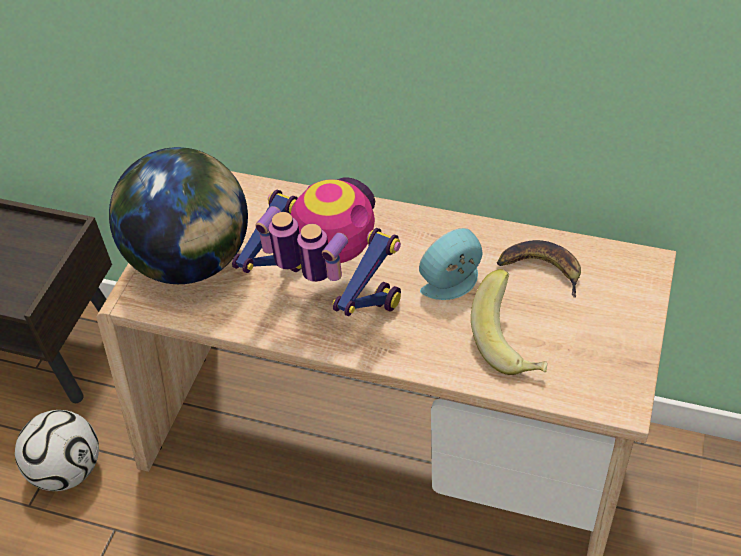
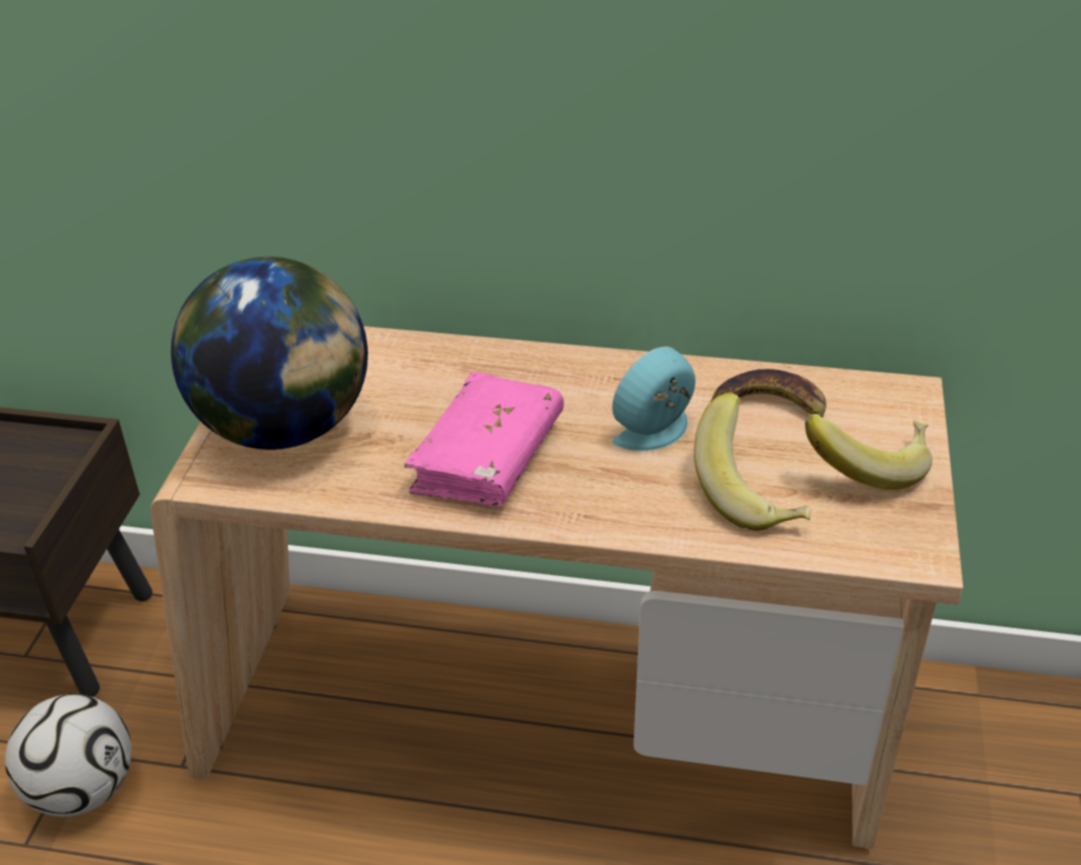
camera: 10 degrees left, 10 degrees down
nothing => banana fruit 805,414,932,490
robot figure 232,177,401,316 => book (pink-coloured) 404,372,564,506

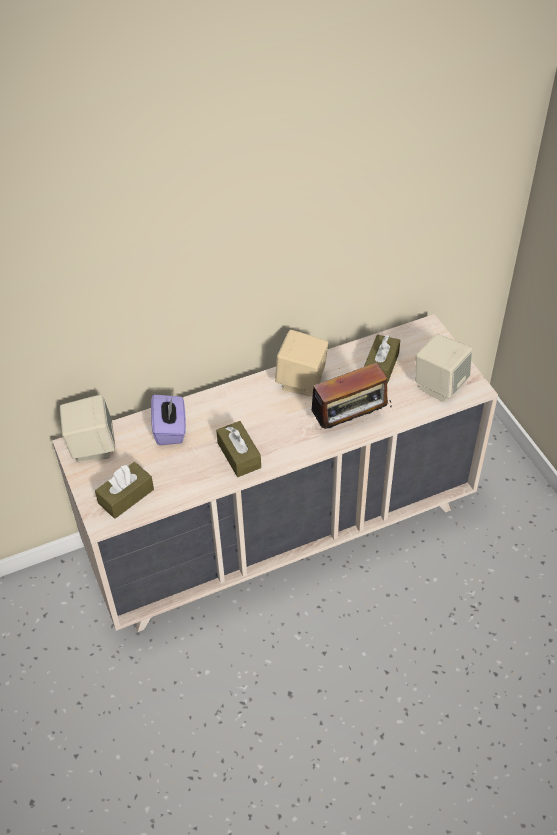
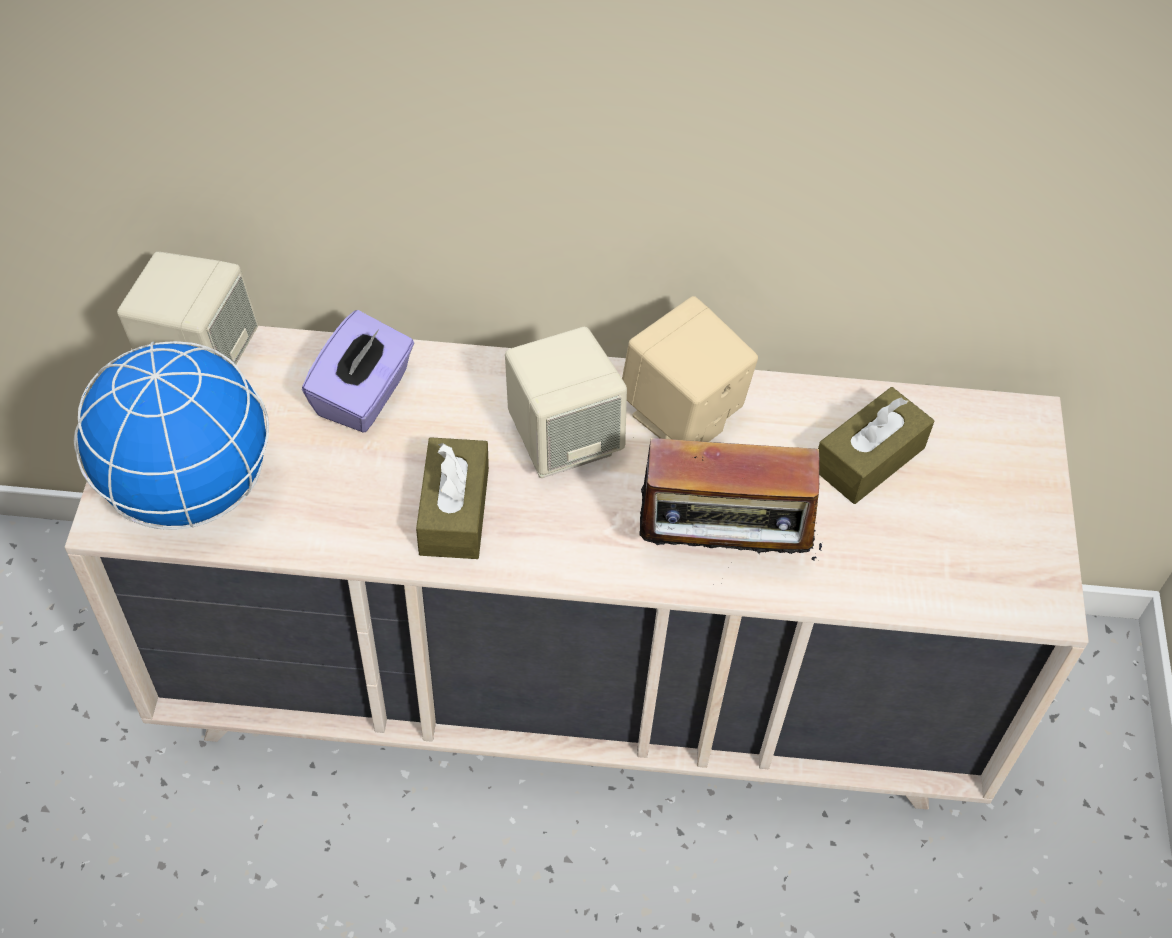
camera: 25 degrees right, 5 degrees up
audio speaker (beige) 415,334,472,402 => audio speaker (beige) 505,327,627,478, move
box of tissues (brown) 95,462,154,519 => desk globe 74,341,269,530

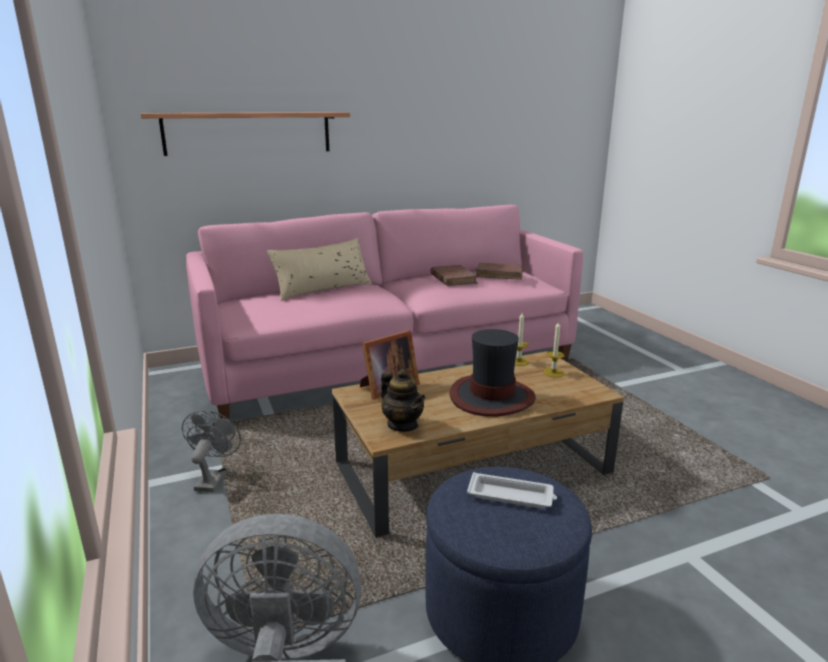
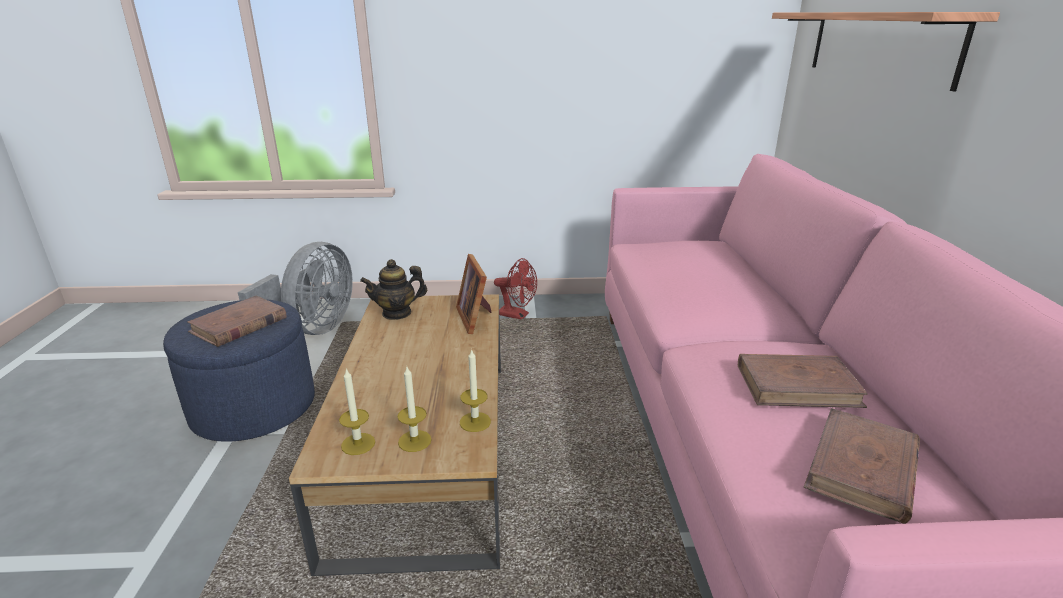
camera: 110 degrees right, 5 degrees up
pillow (beige) 267,238,372,301 => nothing
wearable hat 449,329,536,416 => nothing
nothing => wax candle 339,368,375,455
serving tray (white) 467,472,557,508 => book (brown) 187,296,286,347
cooling fan (greyish) 182,410,241,492 => cooling fan (reddish) 494,258,537,320

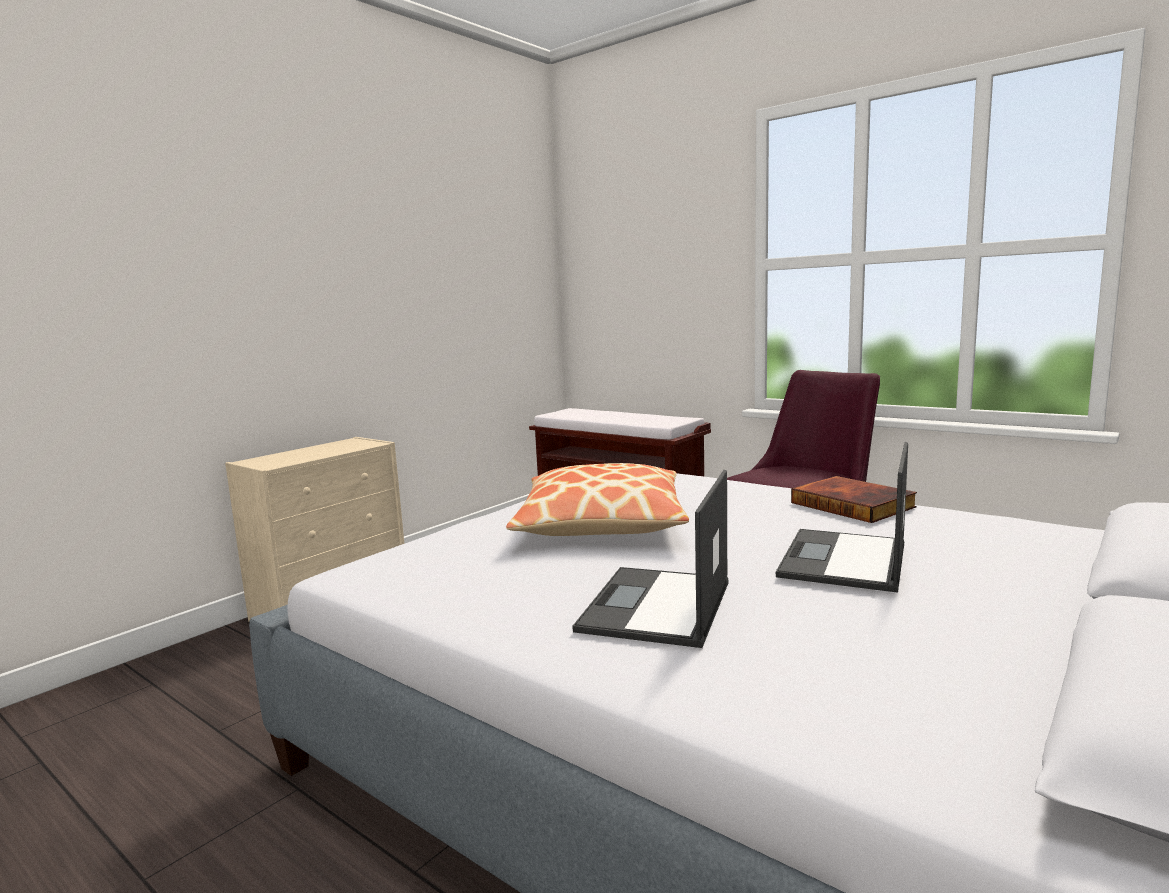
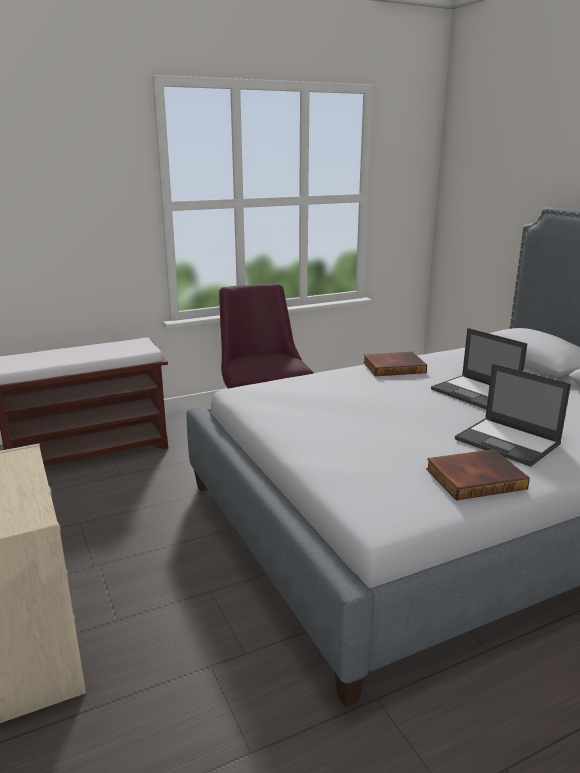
camera: 65 degrees left, 10 degrees up
pillow 506,463,689,536 => nothing
nothing => book 426,449,530,500

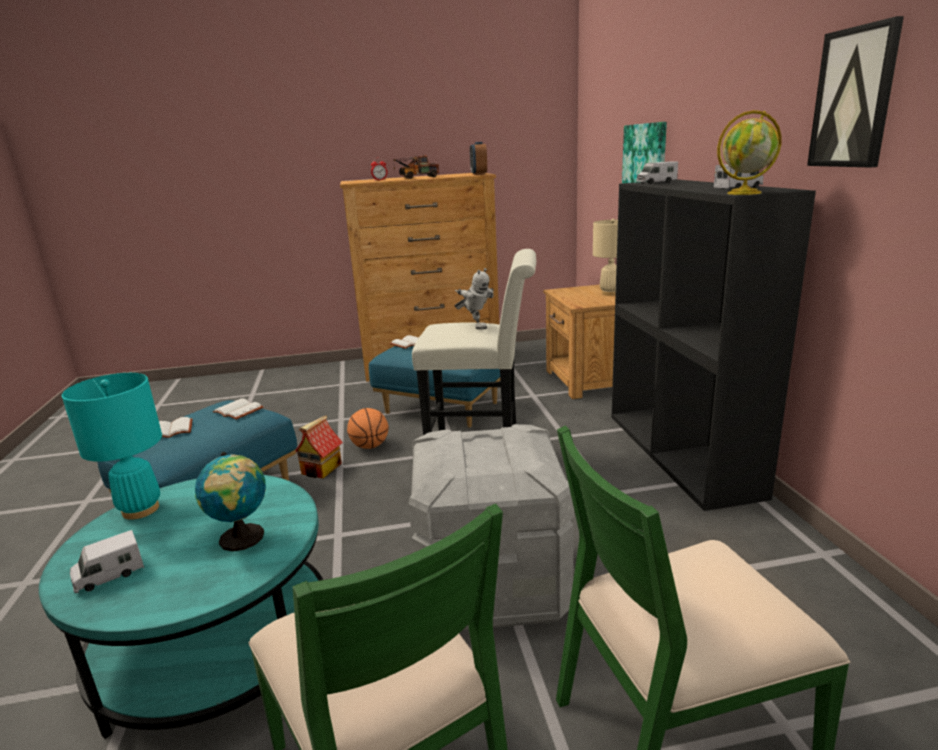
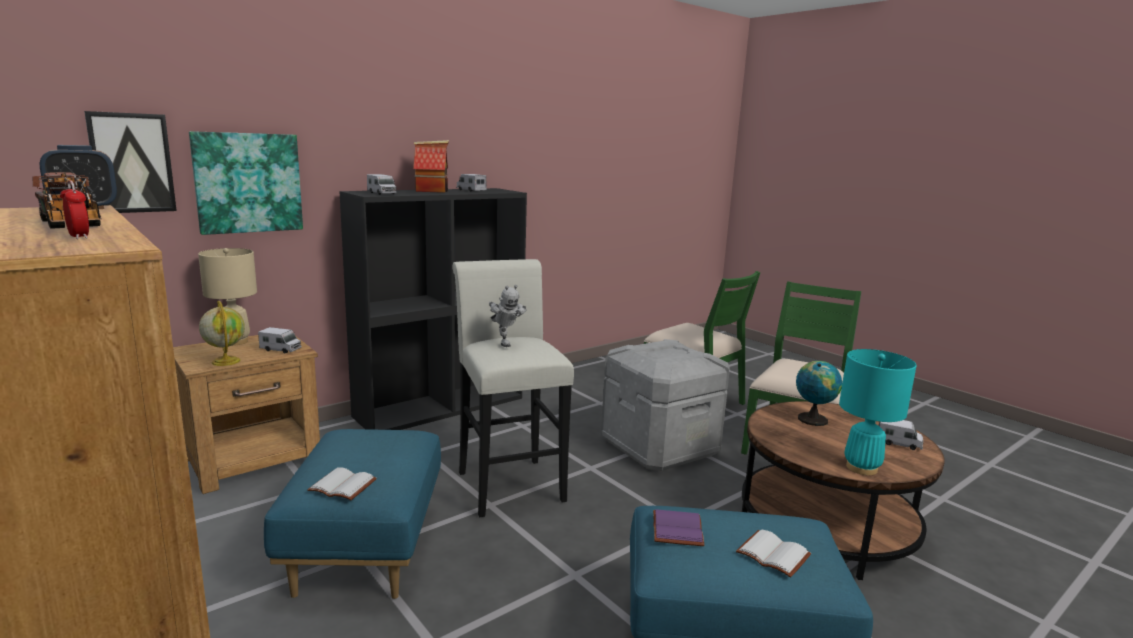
camera: 120 degrees left, 5 degrees down
basketball 347,408,389,449 => nothing
nothing => model truck 258,327,301,353
miniature house 296,415,343,479 => miniature house 413,140,449,193, move
desk globe 717,110,782,195 => desk globe 199,301,245,366, move
wall art 807,16,904,168 => wall art 84,111,177,213, move
low table (turquoise-coloured) 39,475,323,739 => low table (brown) 742,401,945,580
book (white) 213,398,264,420 => book (purple-coloured) 653,509,704,546
robot figure 454,268,494,330 => robot figure 489,285,526,347, 135 degrees clockwise

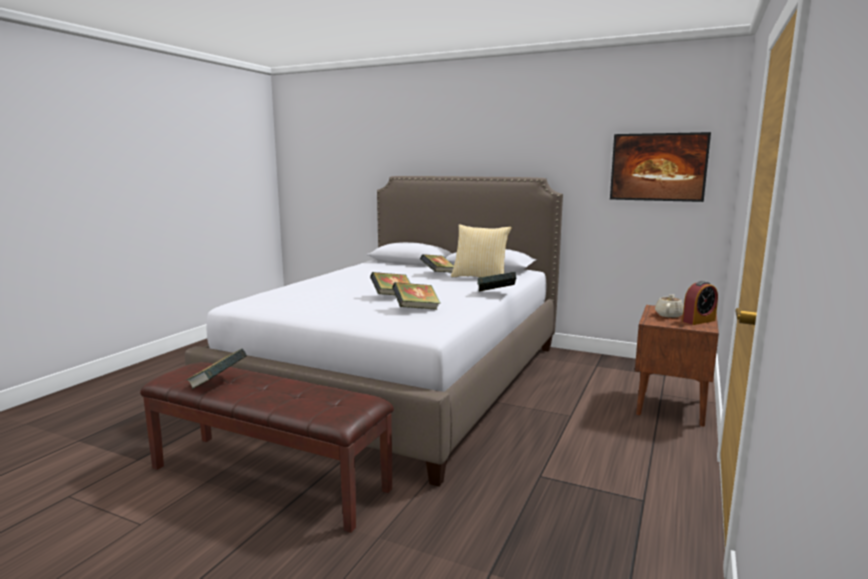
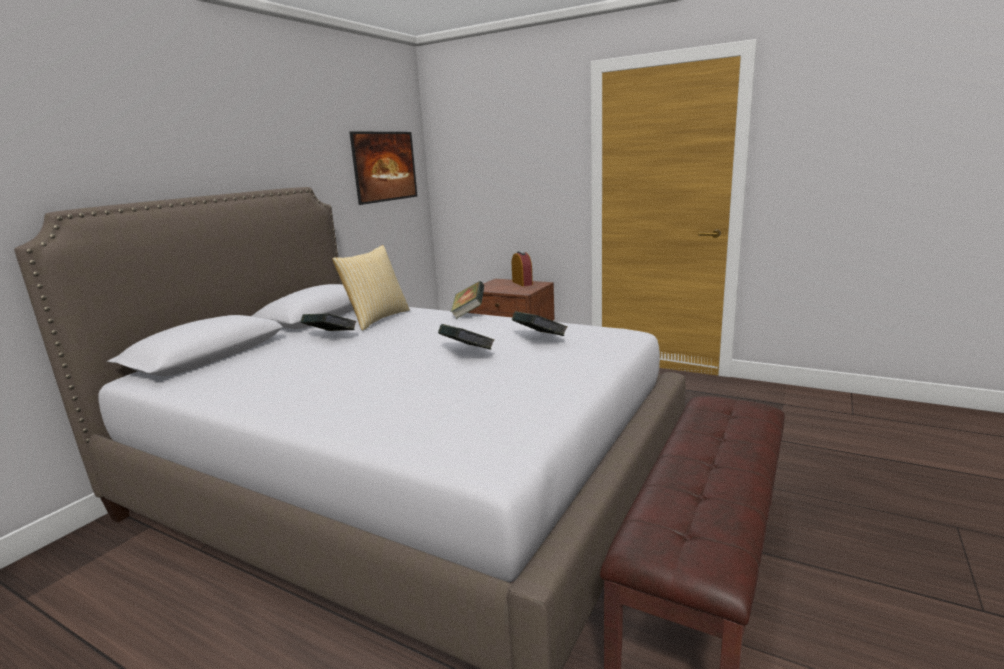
camera: 85 degrees left, 5 degrees up
book 187,349,247,389 => nothing
pot for tea (beige) 655,294,684,318 => nothing

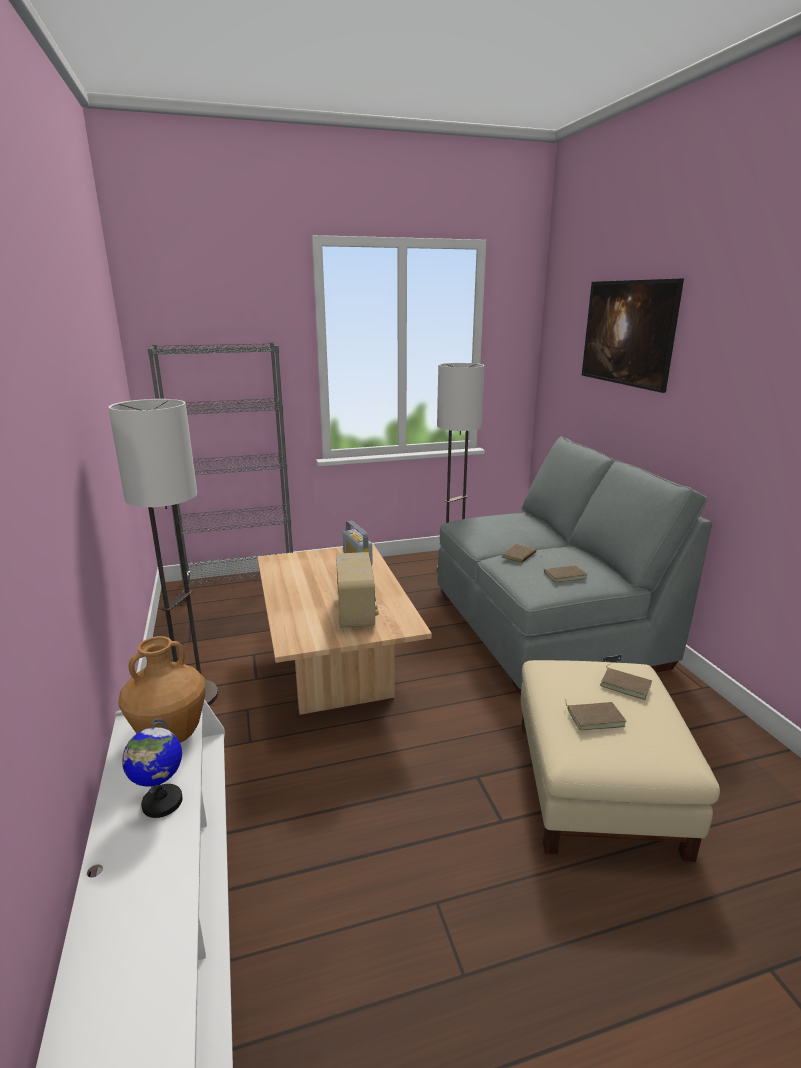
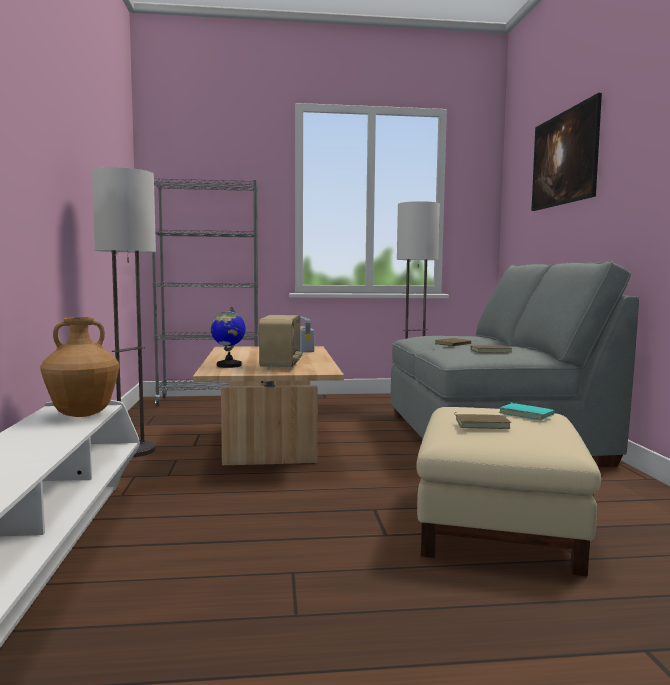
camera: 10 degrees right, 15 degrees down
desk globe 122,719,183,818 => desk globe 210,307,246,368, move
book (brown) 600,664,652,700 => book (turquoise-coloured) 499,403,555,420

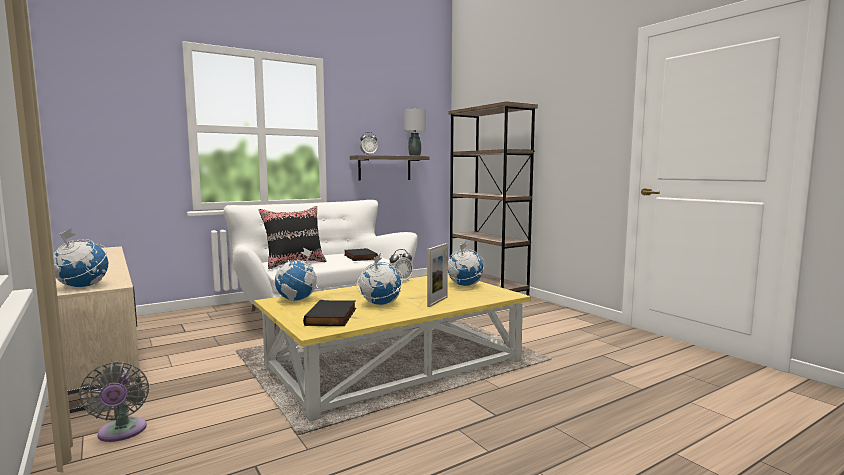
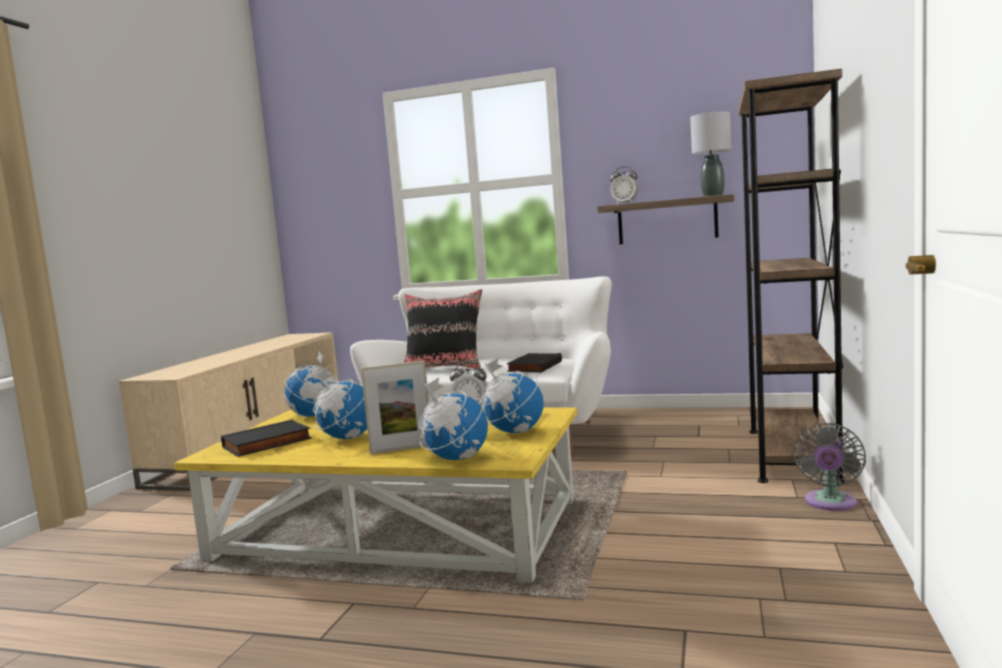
camera: 50 degrees right, 0 degrees up
desk globe 53,228,108,287 => desk globe 419,378,488,460, move
cooling fan (greyish) 79,361,149,442 => cooling fan (greyish) 793,423,866,511, move

